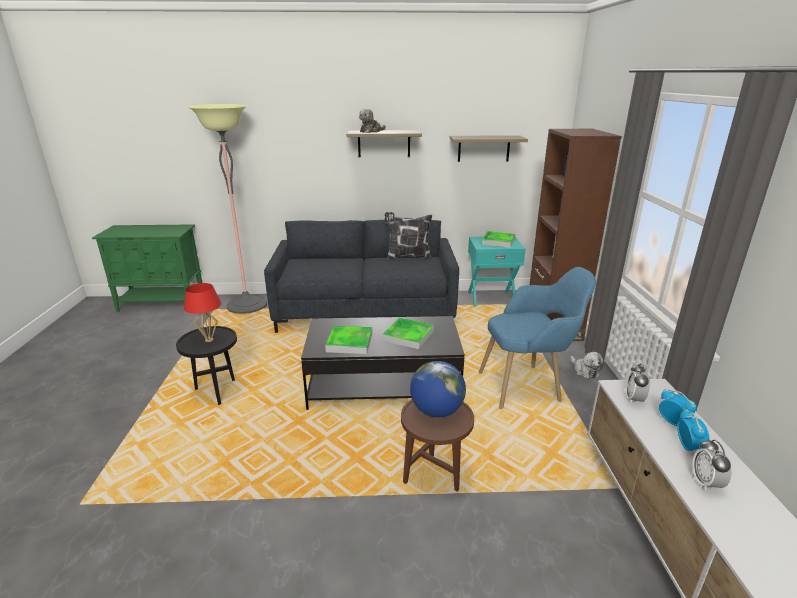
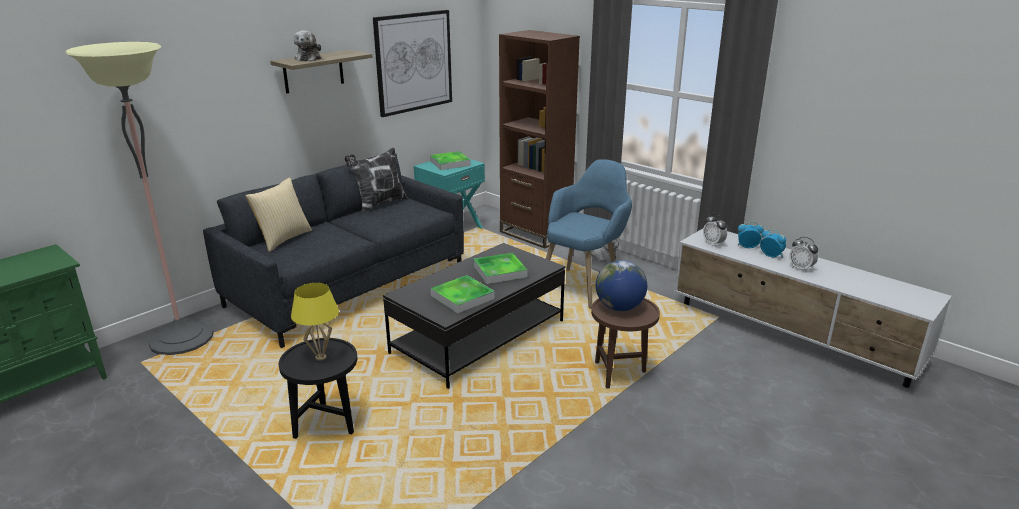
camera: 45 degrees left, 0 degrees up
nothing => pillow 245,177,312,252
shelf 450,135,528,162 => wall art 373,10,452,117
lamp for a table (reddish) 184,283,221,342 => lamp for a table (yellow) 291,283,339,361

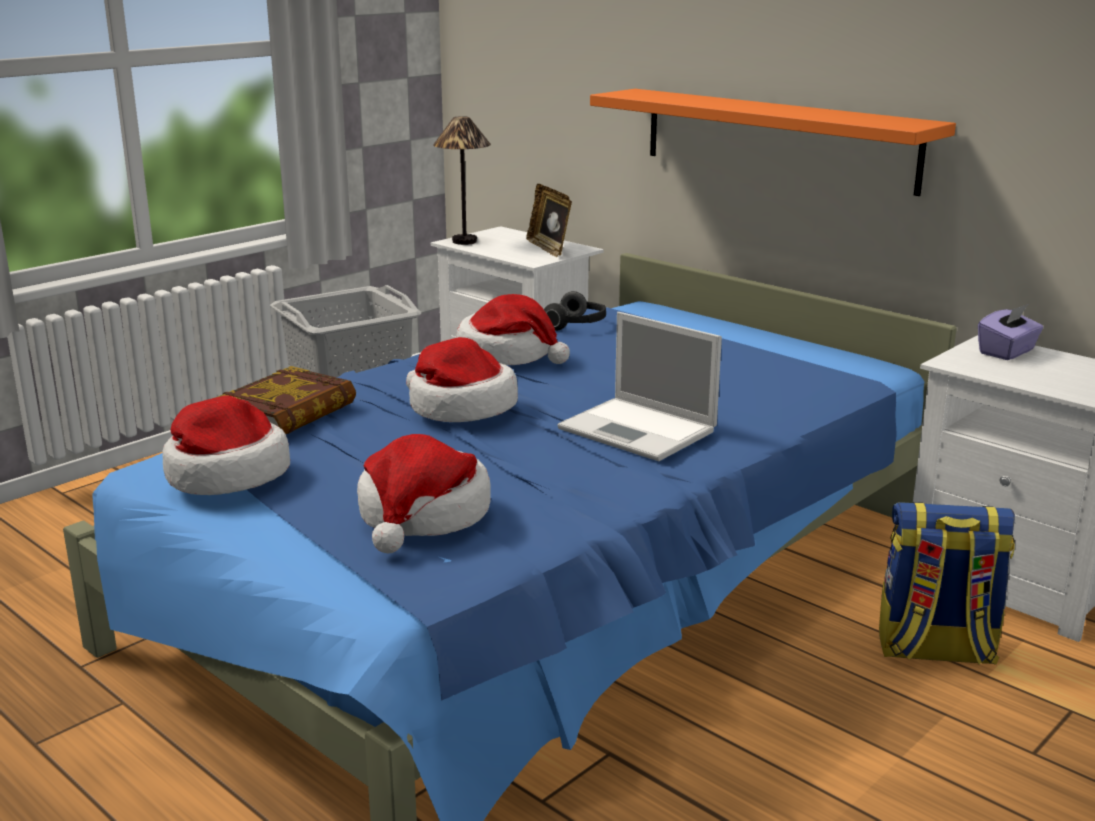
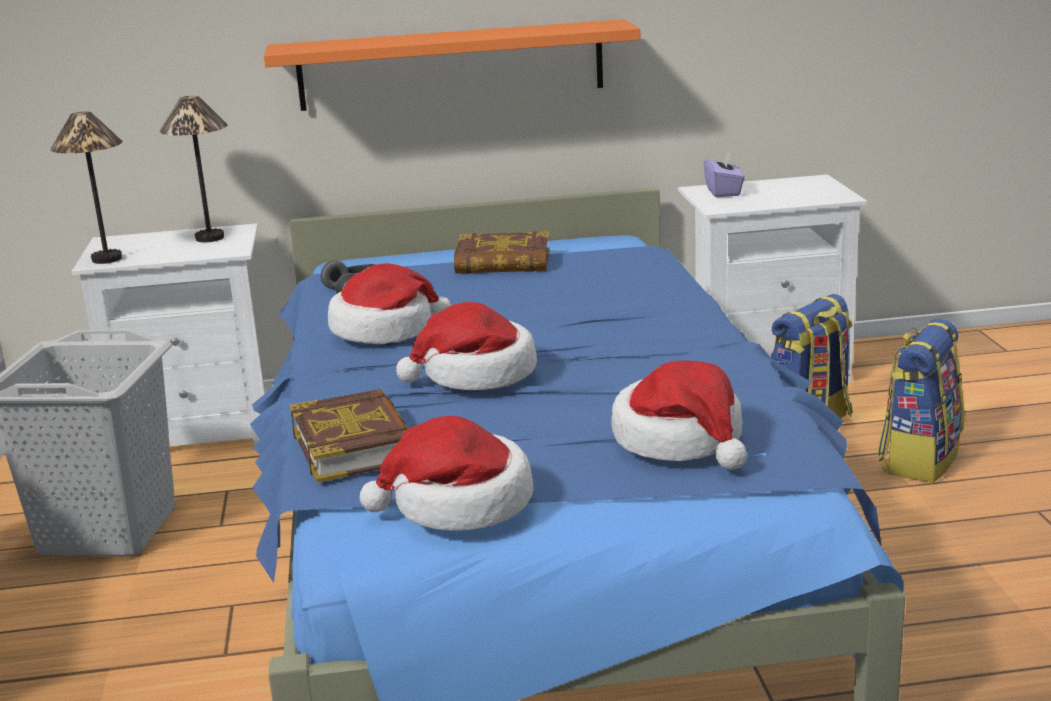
camera: 50 degrees left, 0 degrees up
notebook computer 557,312,722,461 => nothing
nothing => book 454,231,549,274
nothing => knapsack 877,319,964,483
standing frame 526,184,572,257 => lamp for a table 160,96,228,242

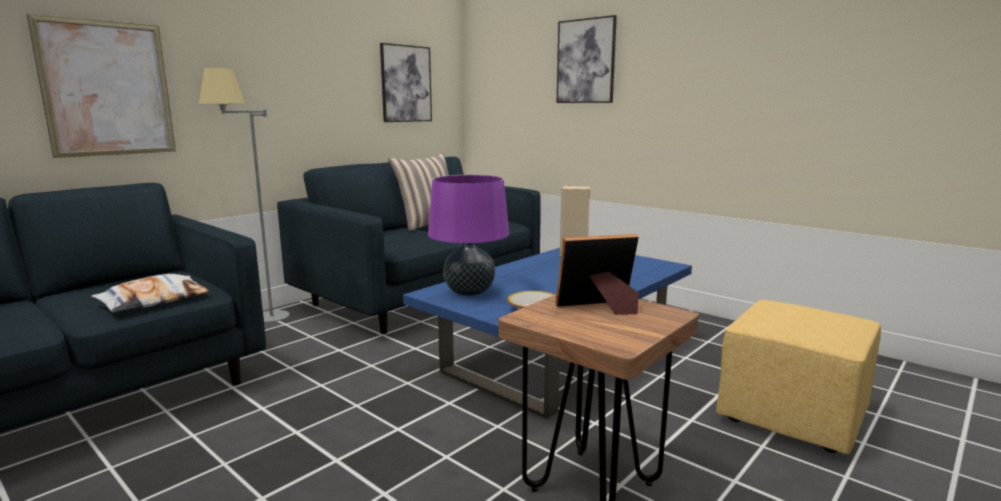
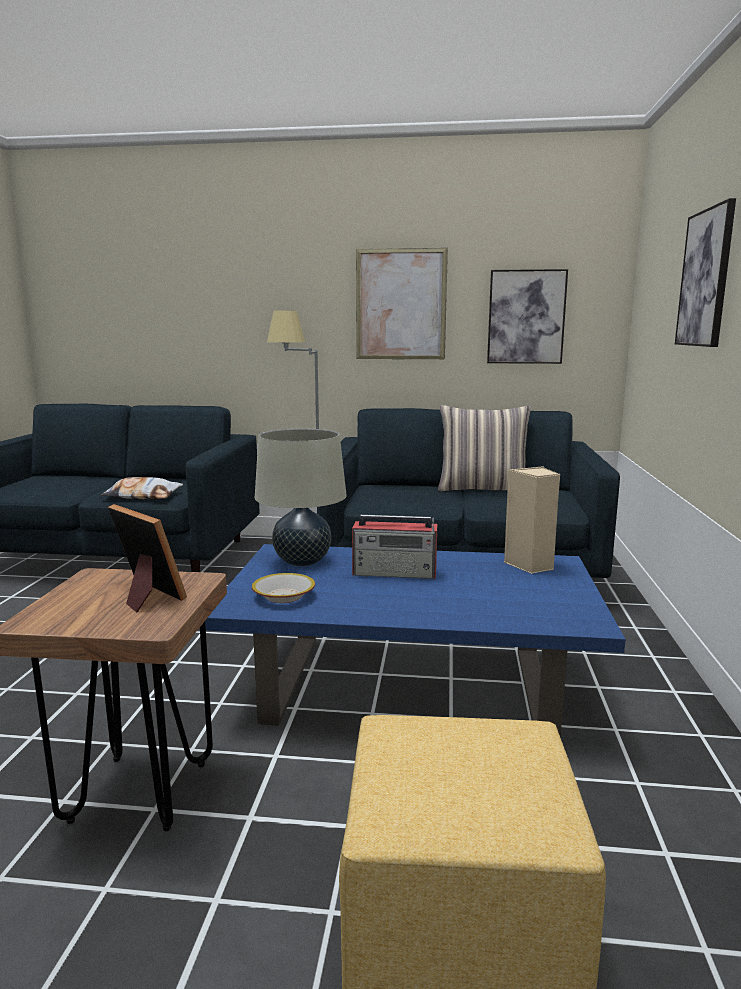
camera: 55 degrees right, 0 degrees up
nothing => radio 352,515,437,579
wall art 27,14,176,158 => wall art 356,248,448,359, move
lamp for a table (purple-coloured) 428,175,509,296 => lamp for a table (beige) 255,429,347,566

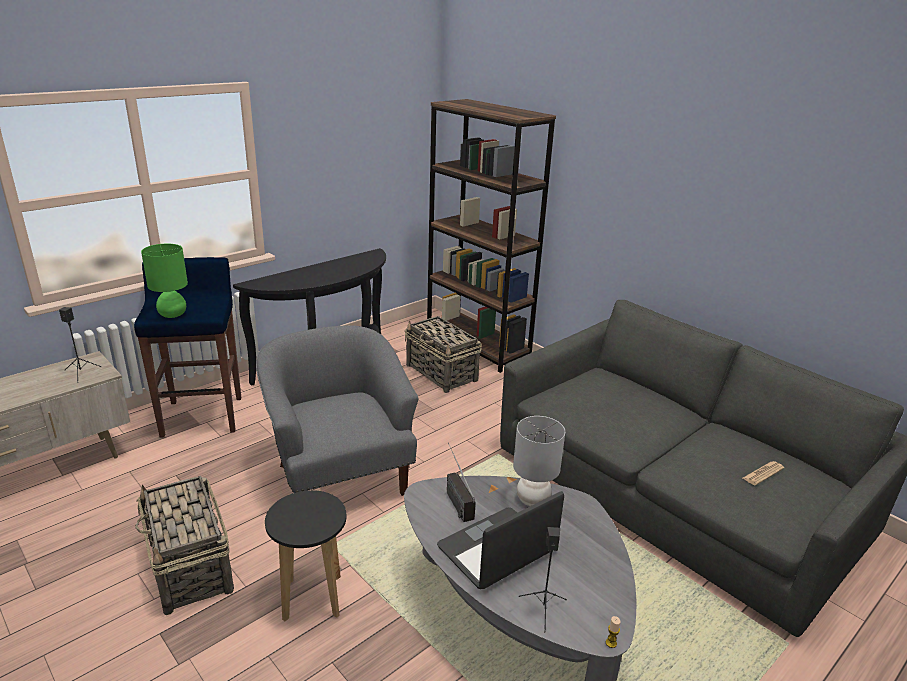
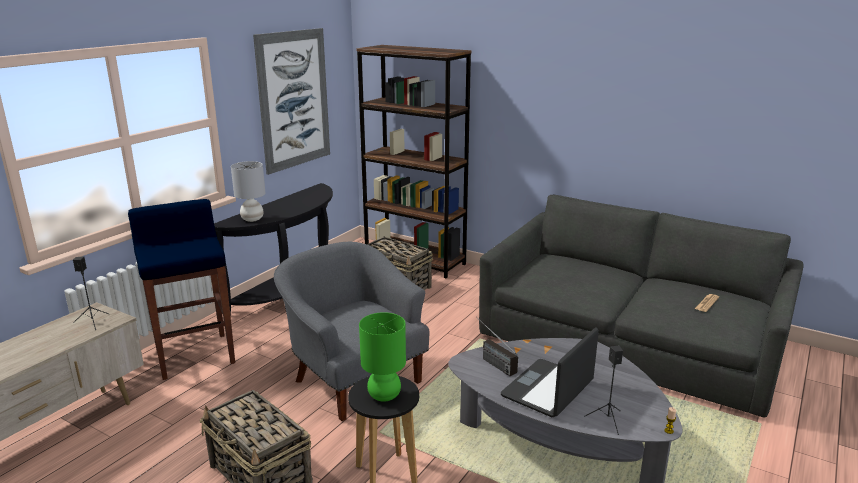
camera: 15 degrees left, 5 degrees down
nothing => wall art 253,28,330,175
lamp for a table (green) 141,244,188,318 => lamp for a table (green) 359,312,406,402, move
lamp for a table (greyish) 513,416,565,506 => lamp for a table (greyish) 231,161,266,222, move

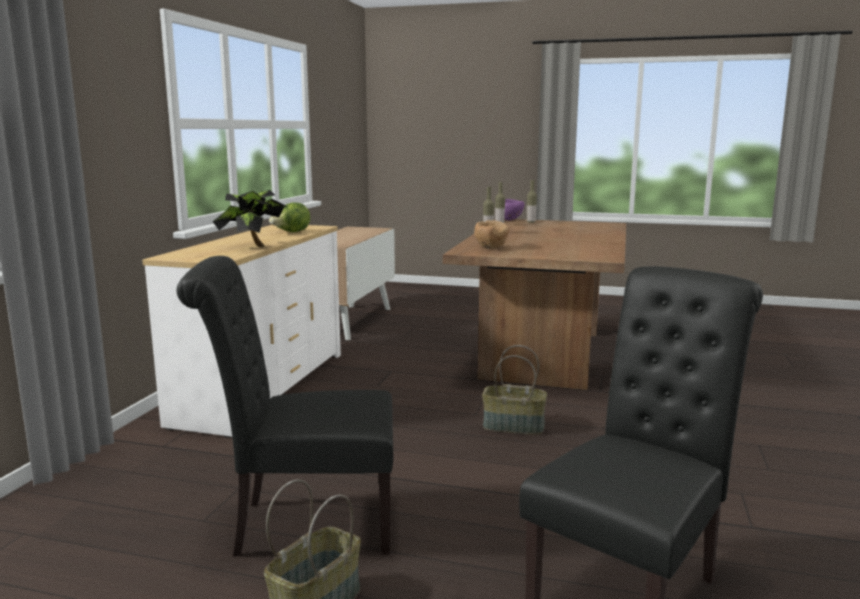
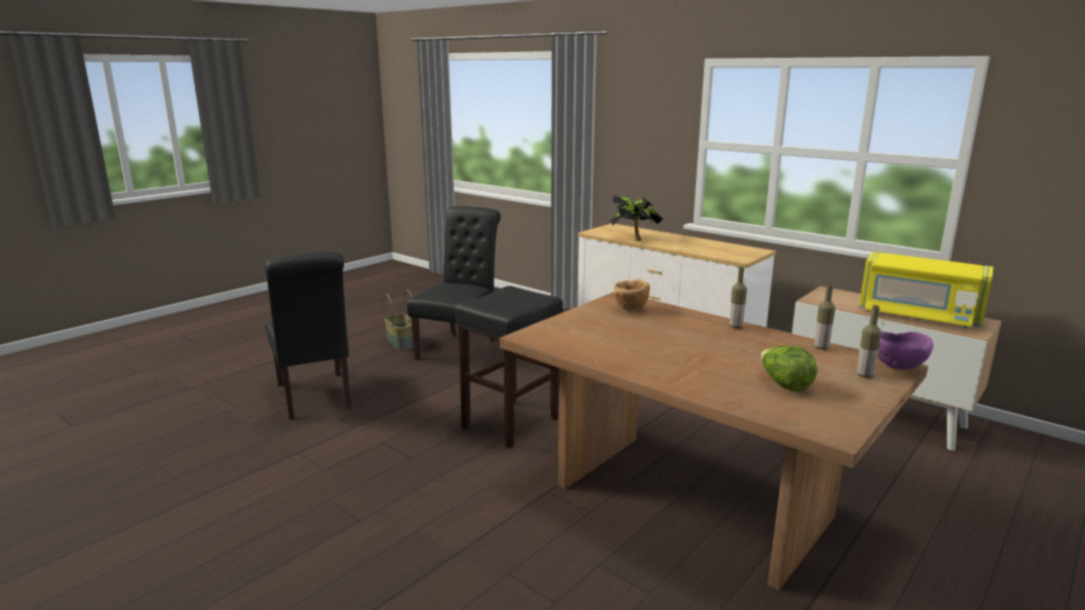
camera: 115 degrees right, 5 degrees up
nothing => microwave (yellow) 859,252,993,328
lettuce head 269,202,310,232 => lettuce head 761,346,817,392, move
basket 482,345,547,435 => sitting stool (blackish) 455,286,563,448

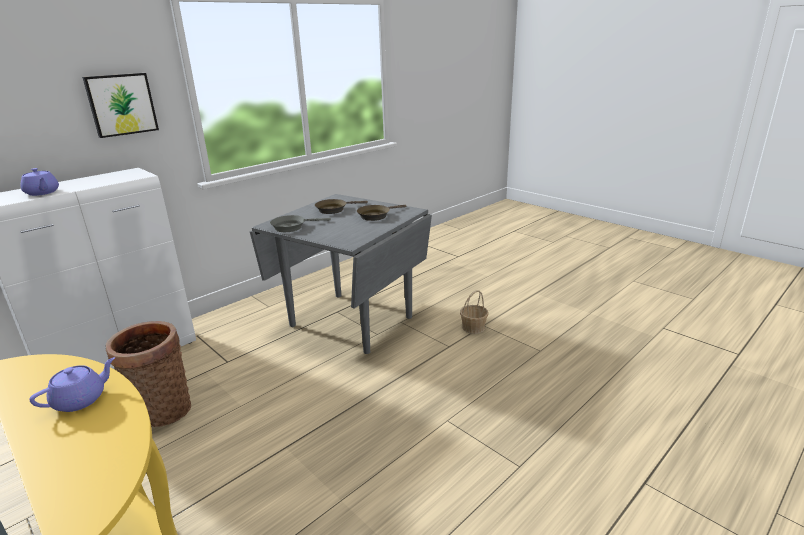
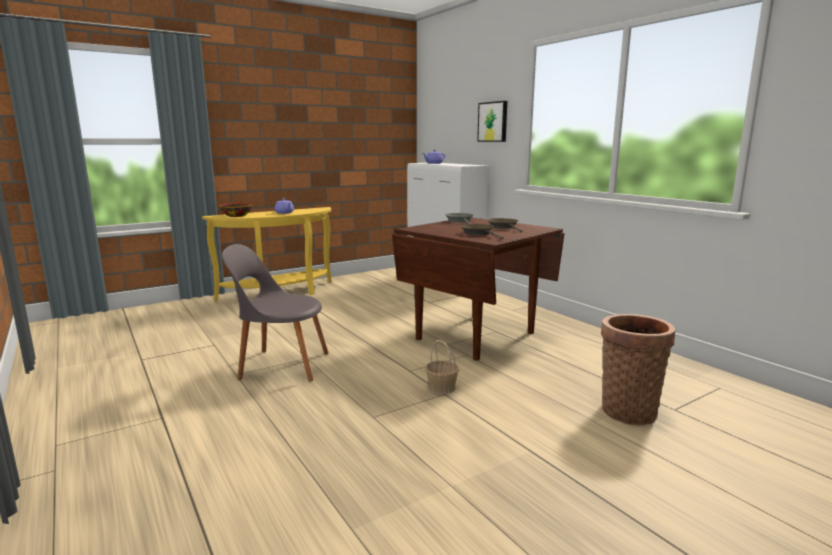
camera: 100 degrees right, 10 degrees down
nothing => bowl 220,203,252,217
nothing => upright chair (greyish) 222,244,329,382
basket 106,321,191,427 => basket 601,314,675,426, move
dinner table (greyish) 250,194,432,354 => dinner table (brown) 392,218,565,360

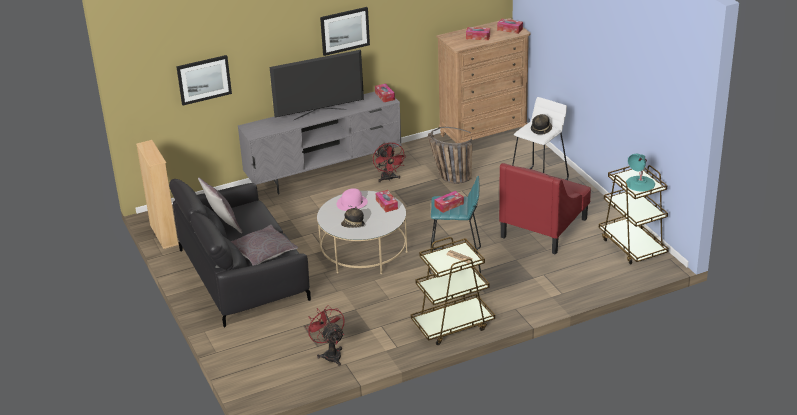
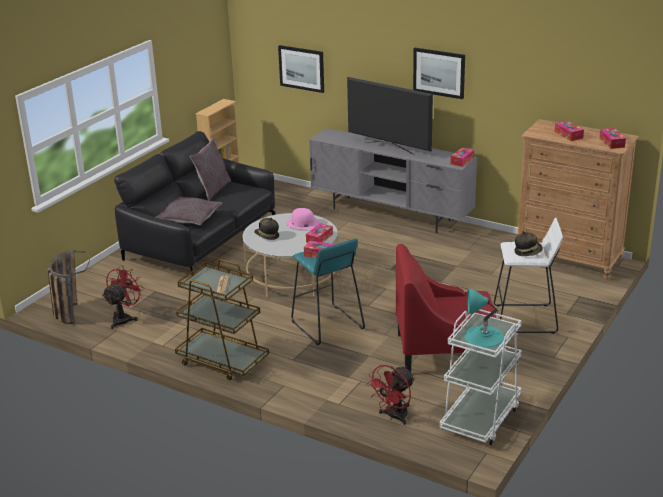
camera: 55 degrees right, 5 degrees down
cooling fan (reddish) 373,142,406,182 => cooling fan (reddish) 366,365,415,425, move
basket 428,127,472,184 => basket 48,250,90,324, move
trolley (brown) 599,165,669,265 => trolley (white) 439,309,521,445

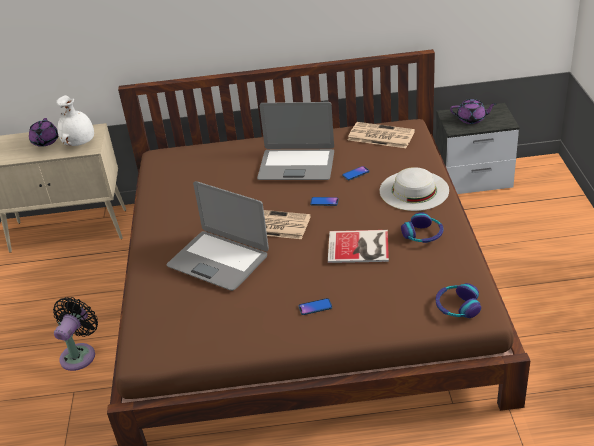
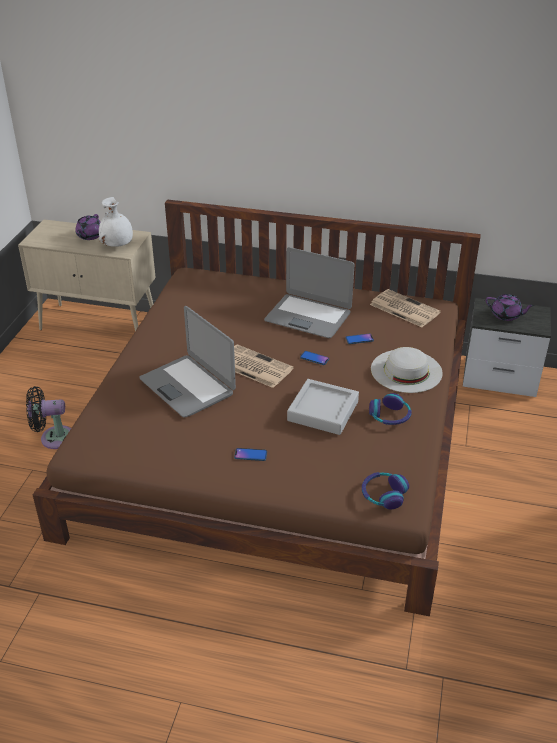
camera: 15 degrees right, 0 degrees up
book 328,230,389,263 => serving tray (greyish) 287,379,359,435
cooling fan (blackish) 53,297,98,371 => cooling fan (blackish) 26,386,71,449, 135 degrees counterclockwise

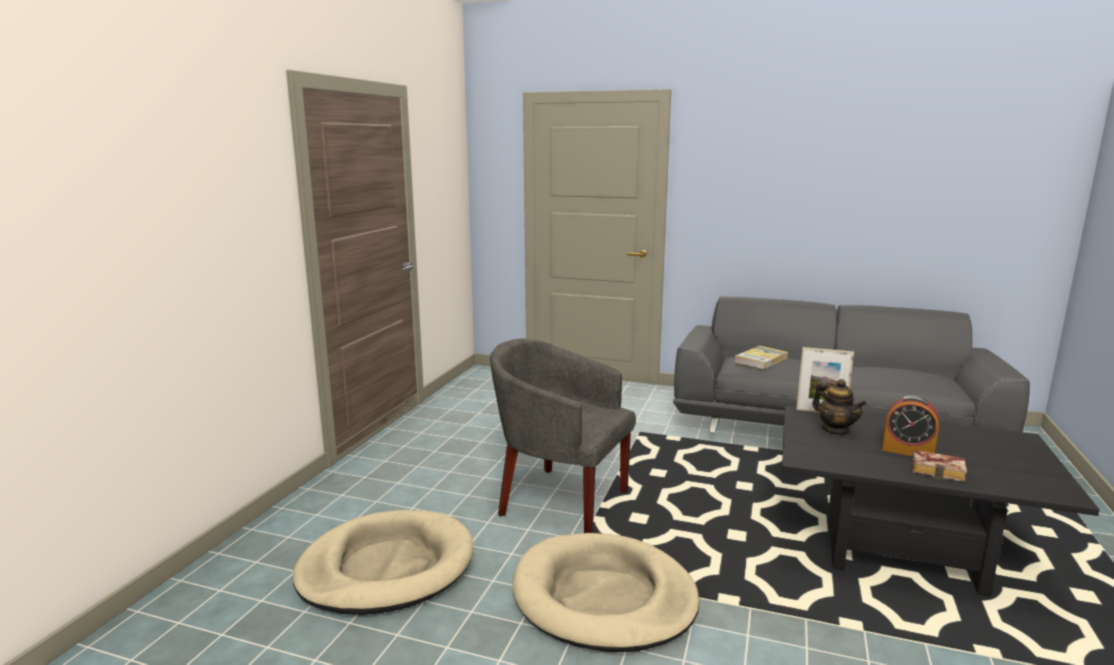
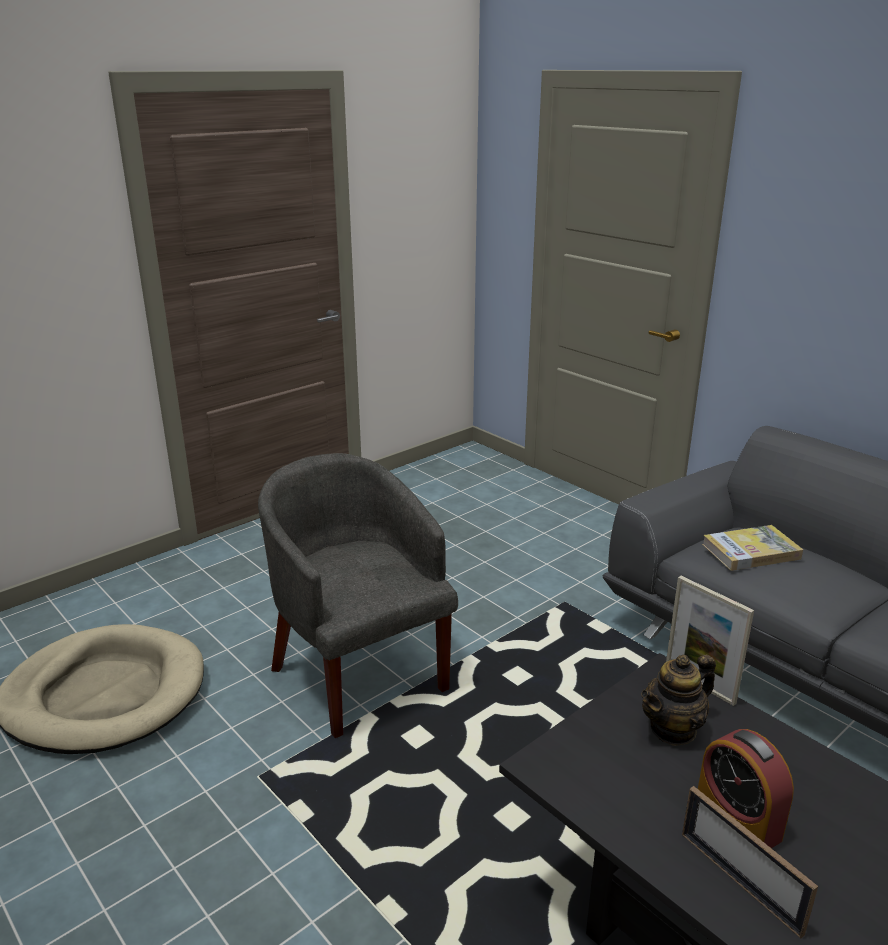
camera: 30 degrees right, 10 degrees up
dog bed (beige) 512,533,700,652 => nothing
book 912,450,967,482 => standing frame 682,786,818,938
pot for tea 812,379,867,435 => pot for tea 641,655,716,746, 60 degrees clockwise

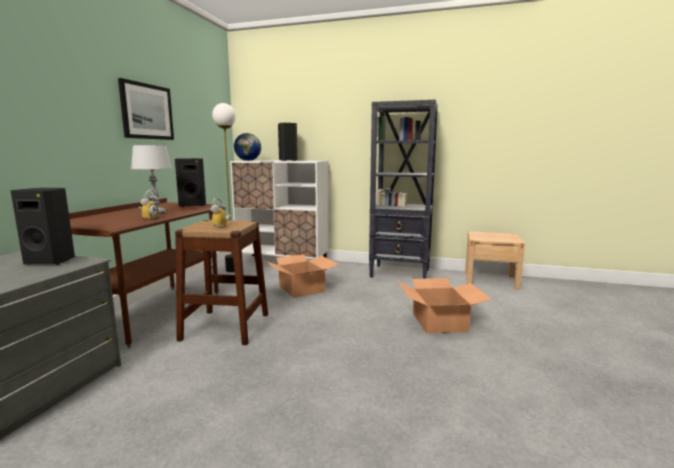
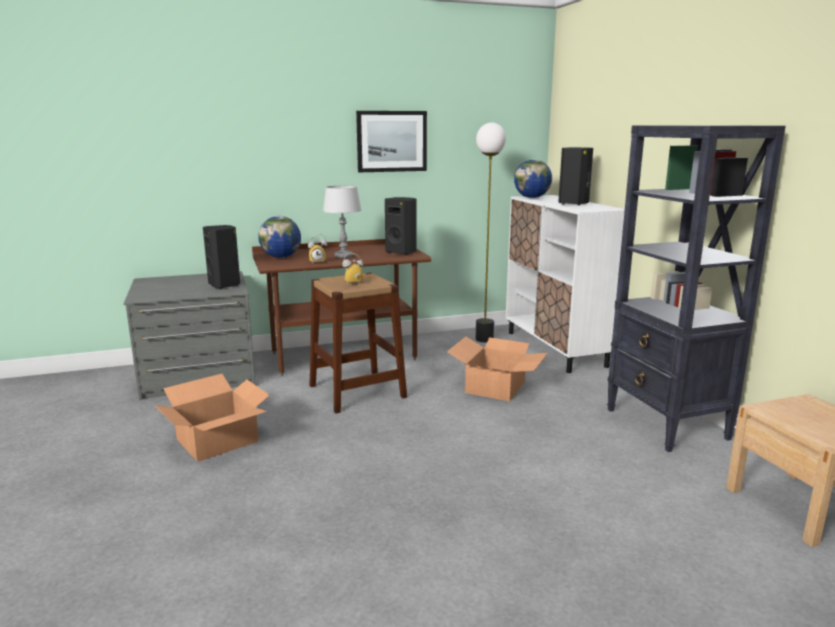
camera: 55 degrees right, 5 degrees up
nothing => desk globe 258,216,301,258
packing box 397,278,492,334 => packing box 155,374,270,462, move

